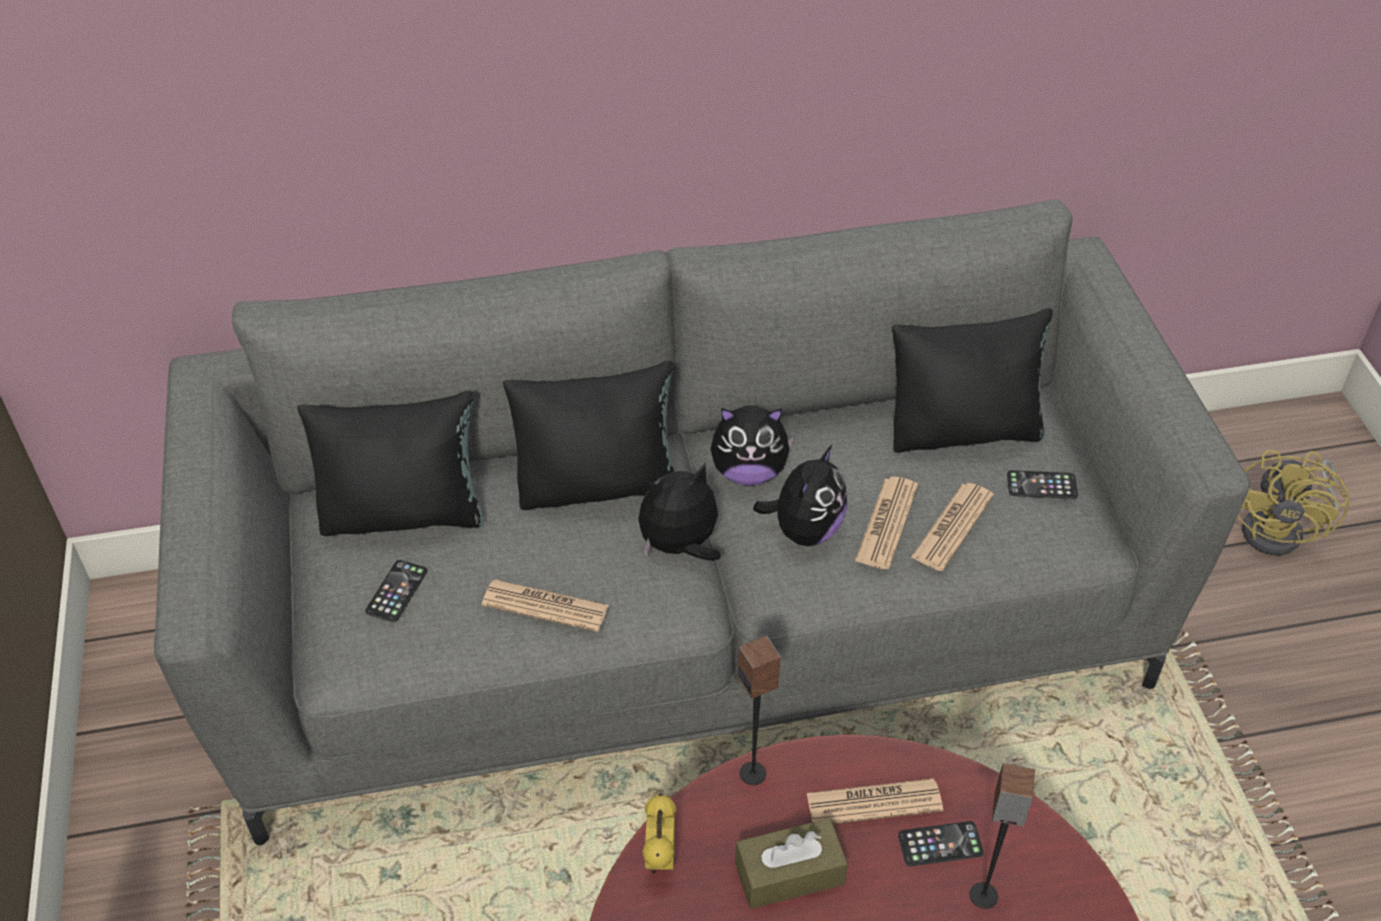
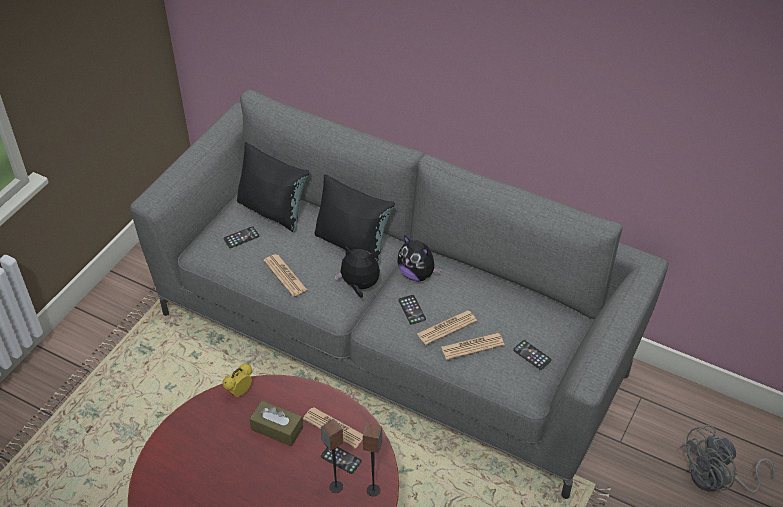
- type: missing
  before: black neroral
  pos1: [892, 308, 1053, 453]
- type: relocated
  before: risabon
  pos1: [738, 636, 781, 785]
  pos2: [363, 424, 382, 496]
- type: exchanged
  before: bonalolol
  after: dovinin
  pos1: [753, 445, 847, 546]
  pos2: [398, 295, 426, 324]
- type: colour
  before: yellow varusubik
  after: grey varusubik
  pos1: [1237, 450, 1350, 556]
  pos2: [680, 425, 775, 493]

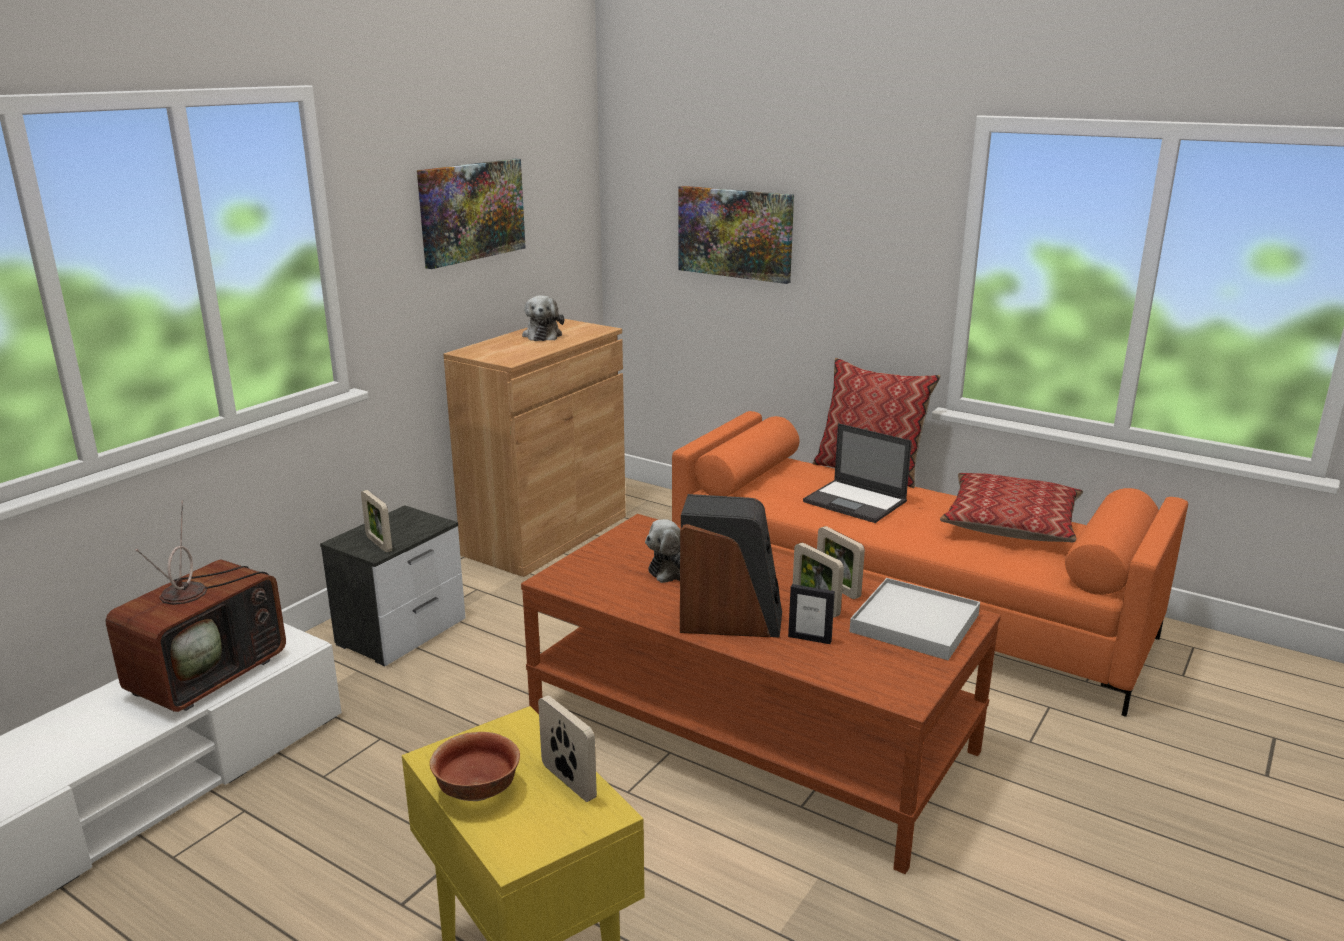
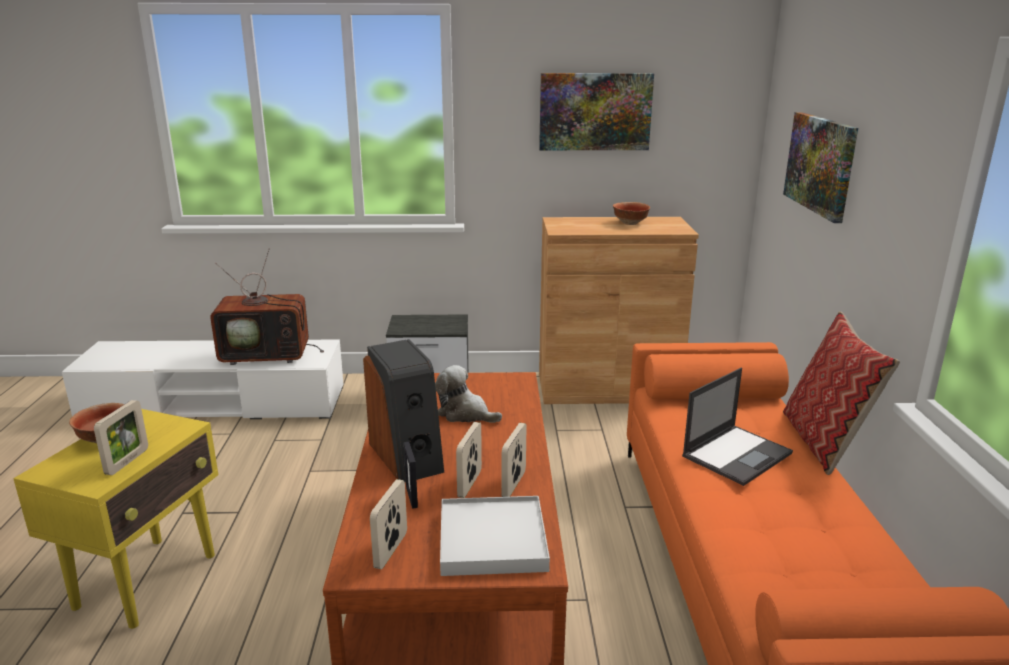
- type: missing
  before: neroral
  pos1: [940, 473, 1083, 542]
- type: relocated
  before: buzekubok
  pos1: [361, 490, 392, 552]
  pos2: [370, 479, 407, 570]
- type: exchanged
  before: bonalolol
  after: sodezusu
  pos1: [522, 295, 564, 341]
  pos2: [613, 202, 650, 225]
- type: spun
  before: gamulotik
  pos1: [803, 423, 912, 523]
  pos2: [682, 368, 793, 486]
  turn: -135

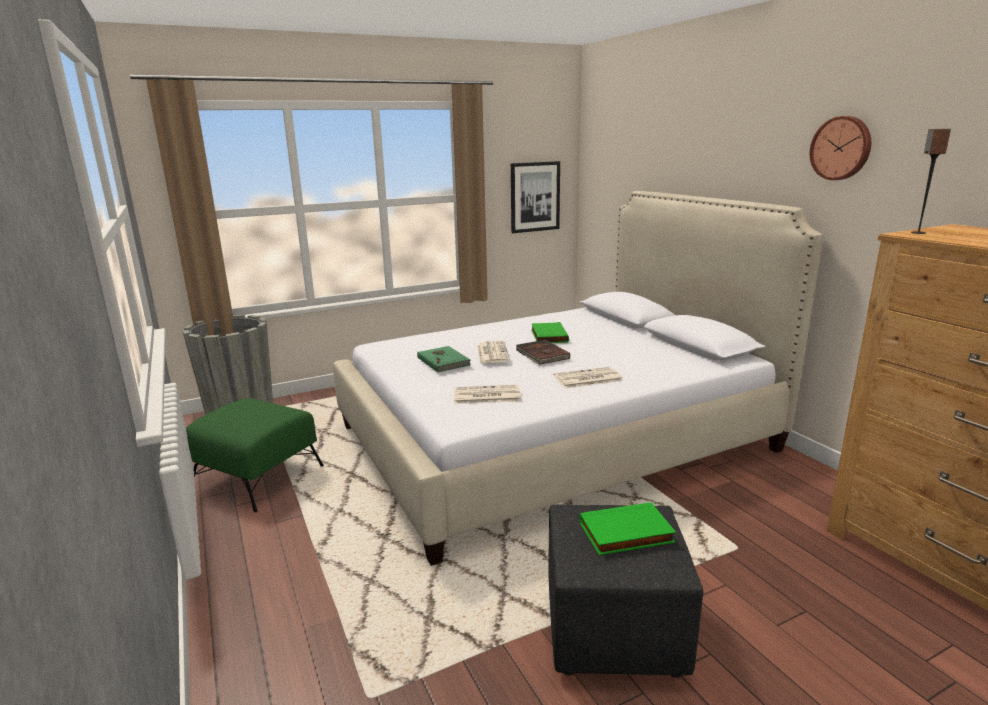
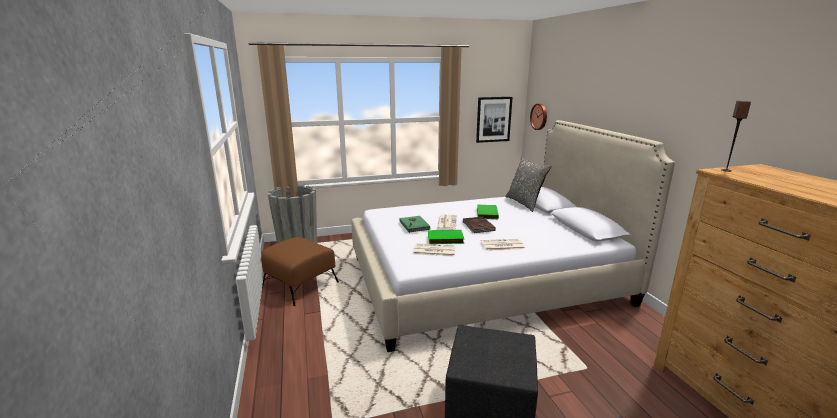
- type: appeared
  after: grey neroral
  pos2: [506, 156, 552, 212]
- type: relocated
  before: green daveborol
  pos1: [580, 502, 676, 555]
  pos2: [428, 230, 464, 244]
- type: relocated
  before: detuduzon
  pos1: [810, 116, 871, 180]
  pos2: [530, 104, 547, 130]
- type: colour
  before: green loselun
  after: brown loselun
  pos1: [186, 398, 324, 512]
  pos2: [261, 237, 339, 306]

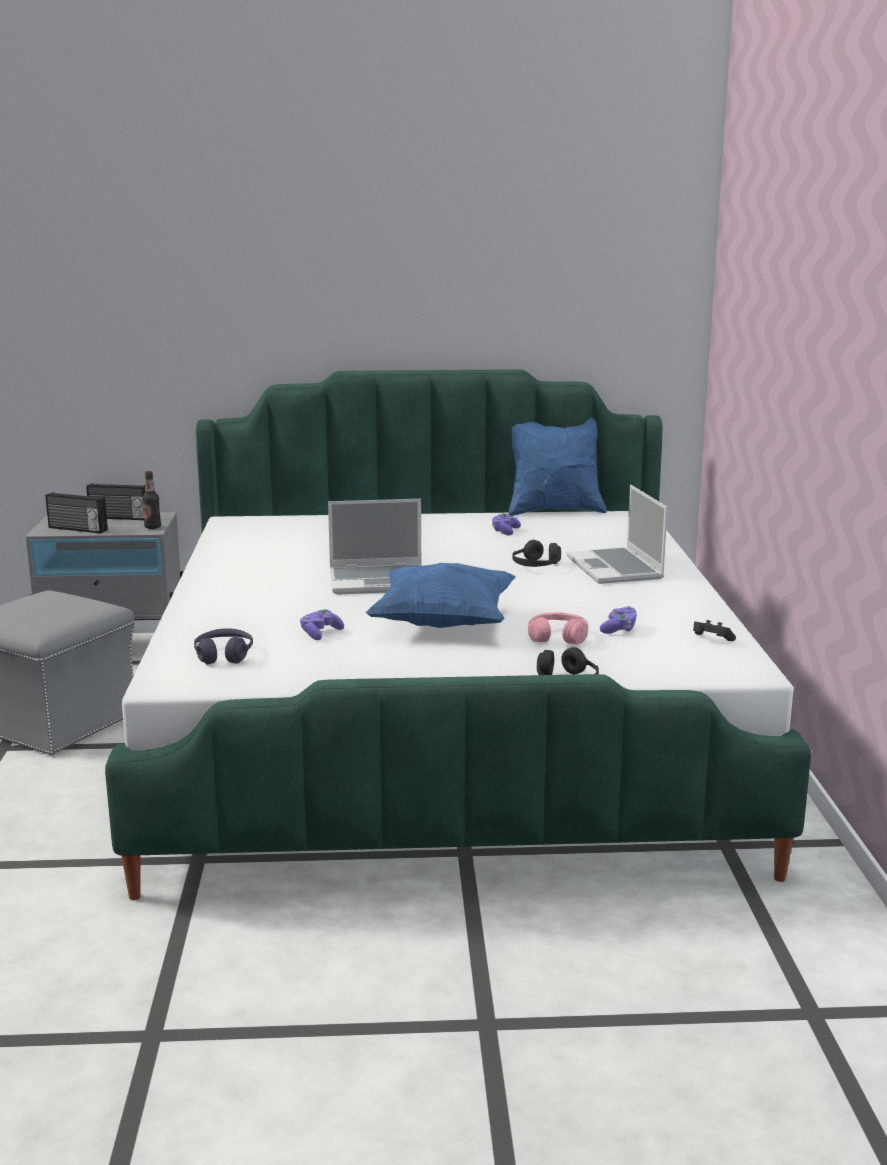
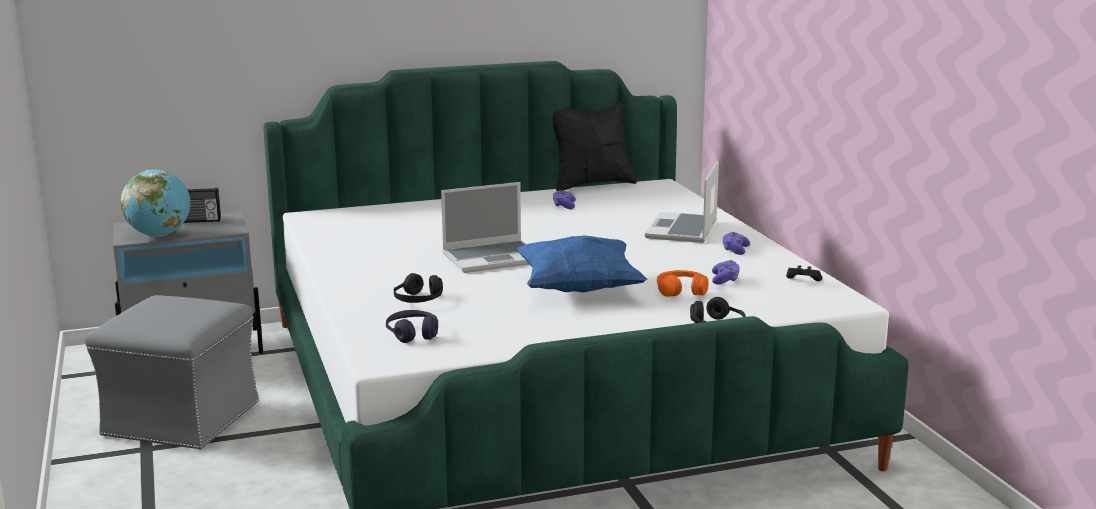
- type: missing
  before: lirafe
  pos1: [142, 471, 161, 529]
- type: relocated
  before: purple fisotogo
  pos1: [300, 609, 344, 640]
  pos2: [722, 232, 750, 255]
- type: relocated
  before: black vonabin
  pos1: [512, 540, 561, 567]
  pos2: [394, 273, 443, 303]
- type: exchanged
  before: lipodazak
  after: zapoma
  pos1: [45, 492, 108, 533]
  pos2: [121, 169, 190, 237]
- type: colour
  before: blue neroral
  after: black neroral
  pos1: [508, 418, 607, 516]
  pos2: [553, 101, 637, 191]
- type: colour
  before: pink vonabin
  after: orange vonabin
  pos1: [528, 612, 588, 645]
  pos2: [657, 270, 709, 297]
- type: spun
  before: gamulotik
  pos1: [567, 485, 668, 584]
  pos2: [645, 161, 719, 243]
  turn: 45

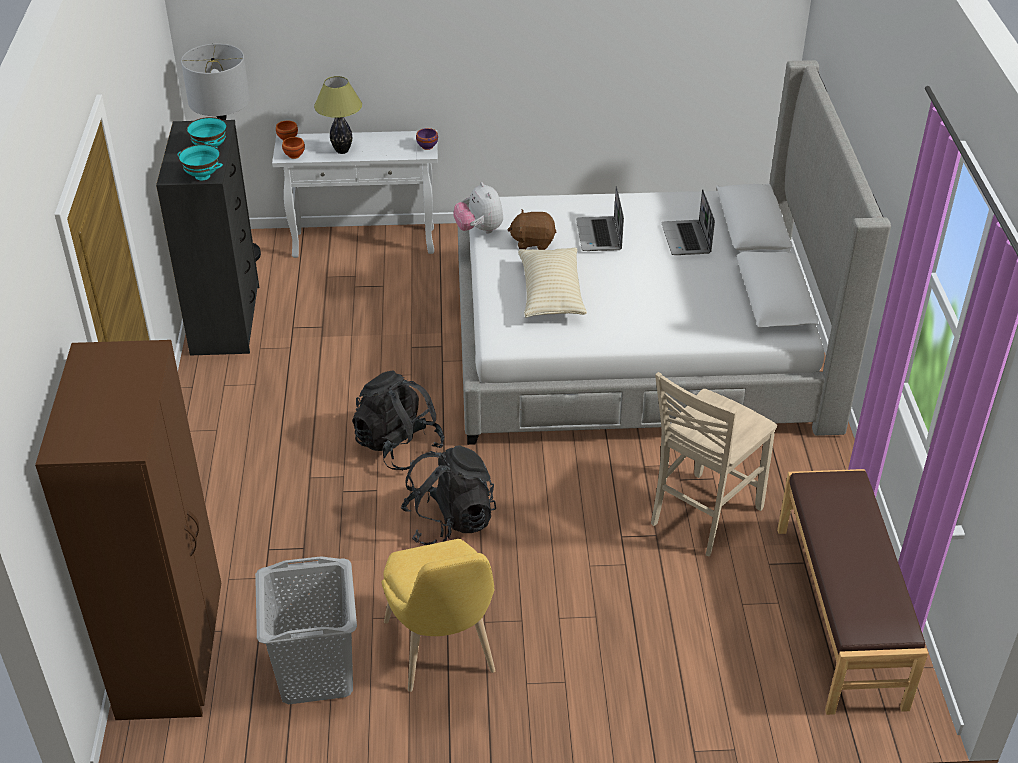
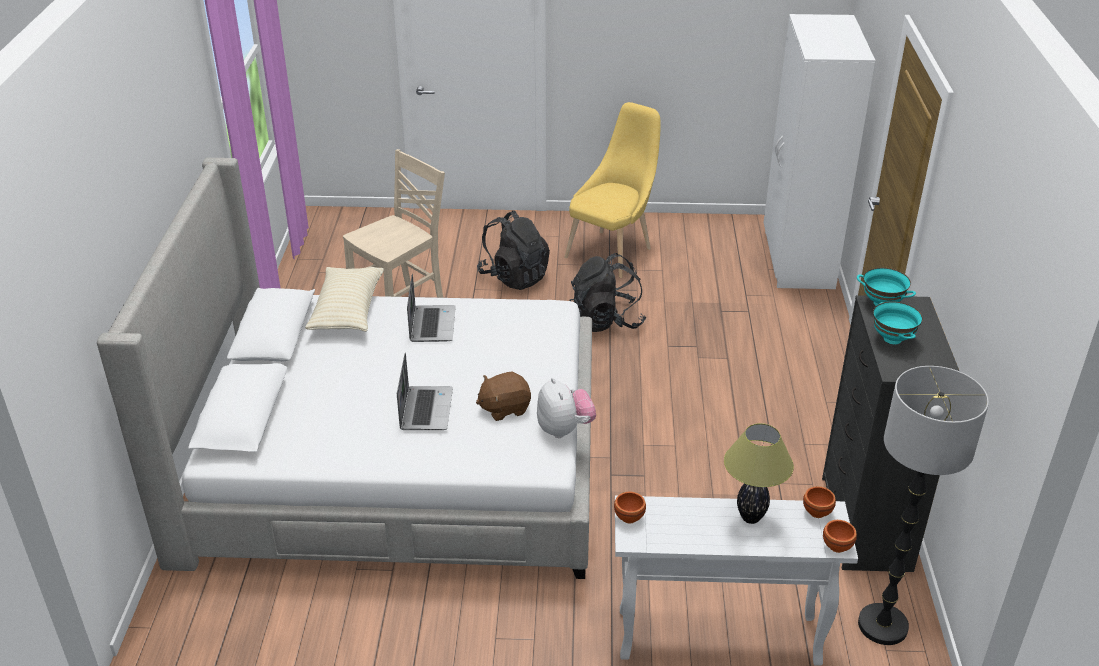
- type: missing
  before: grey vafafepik
  pos1: [255, 556, 357, 704]
- type: missing
  before: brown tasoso
  pos1: [777, 469, 928, 715]
- type: relocated
  before: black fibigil
  pos1: [352, 370, 444, 470]
  pos2: [477, 210, 550, 290]
- type: relocated
  before: beige neroral
  pos1: [518, 248, 587, 318]
  pos2: [305, 267, 384, 332]
- type: relocated
  before: gamulotik
  pos1: [662, 189, 715, 255]
  pos2: [407, 274, 456, 342]
- type: colour
  before: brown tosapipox
  after: white tosapipox
  pos1: [35, 340, 221, 720]
  pos2: [764, 14, 875, 289]
- type: colour
  before: purple sodezusu
  after: brown sodezusu
  pos1: [416, 128, 438, 150]
  pos2: [614, 492, 646, 524]
- type: spun
  before: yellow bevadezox
  pos1: [382, 539, 495, 692]
  pos2: [564, 102, 661, 278]
  turn: 45
- type: spun
  before: brown bonalolol
  pos1: [507, 209, 556, 250]
  pos2: [476, 372, 531, 421]
  turn: 150

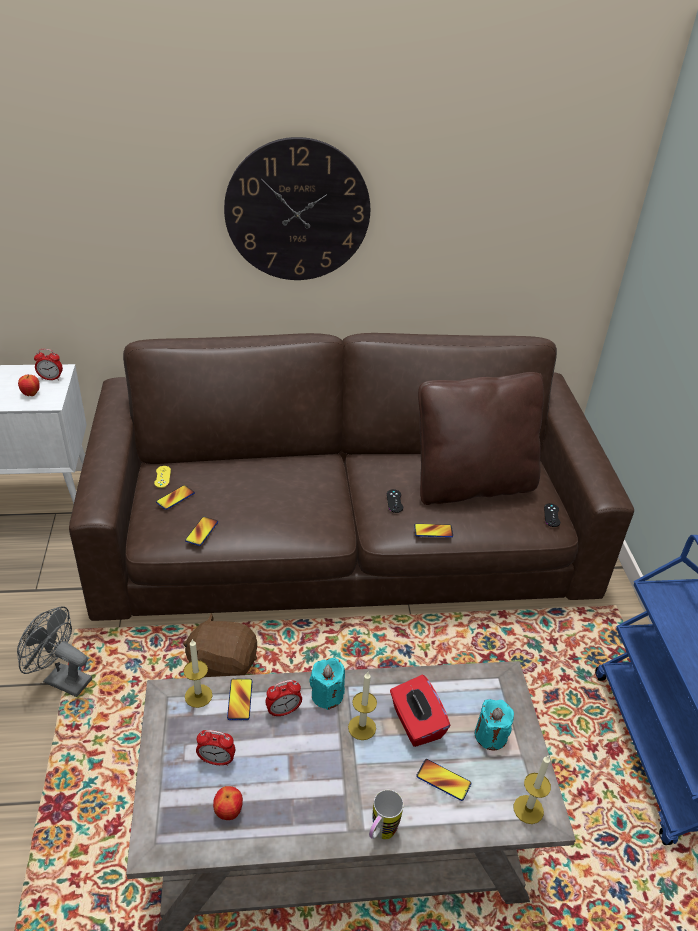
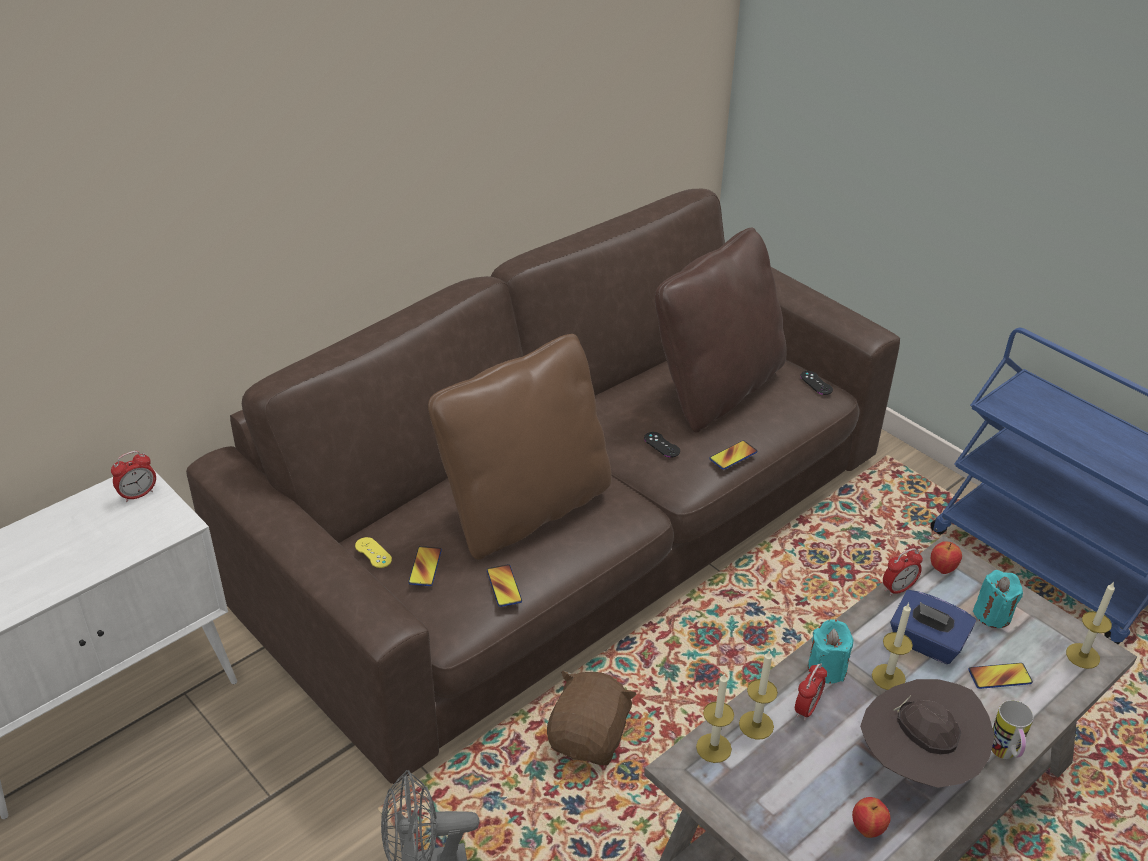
- type: missing
  before: detuduzon
  pos1: [224, 137, 370, 280]
- type: appeared
  after: brown neroral
  pos2: [428, 334, 612, 560]
- type: appeared
  after: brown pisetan
  pos2: [860, 679, 995, 788]
- type: relocated
  before: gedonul
  pos1: [18, 374, 40, 396]
  pos2: [931, 541, 962, 574]
- type: relocated
  before: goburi
  pos1: [196, 730, 235, 766]
  pos2: [883, 548, 923, 596]
- type: exchanged
  before: dovinin
  after: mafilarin
  pos1: [227, 679, 252, 720]
  pos2: [739, 650, 778, 740]
- type: colour
  before: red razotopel
  after: blue razotopel
  pos1: [390, 675, 450, 747]
  pos2: [890, 590, 976, 664]
- type: spun
  before: brown bonalolol
  pos1: [183, 613, 257, 677]
  pos2: [547, 671, 637, 765]
  turn: 135

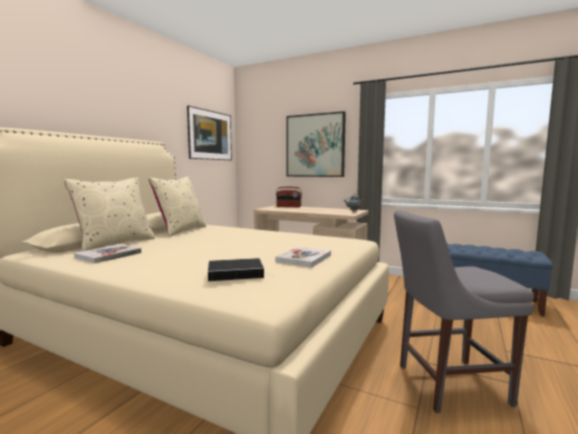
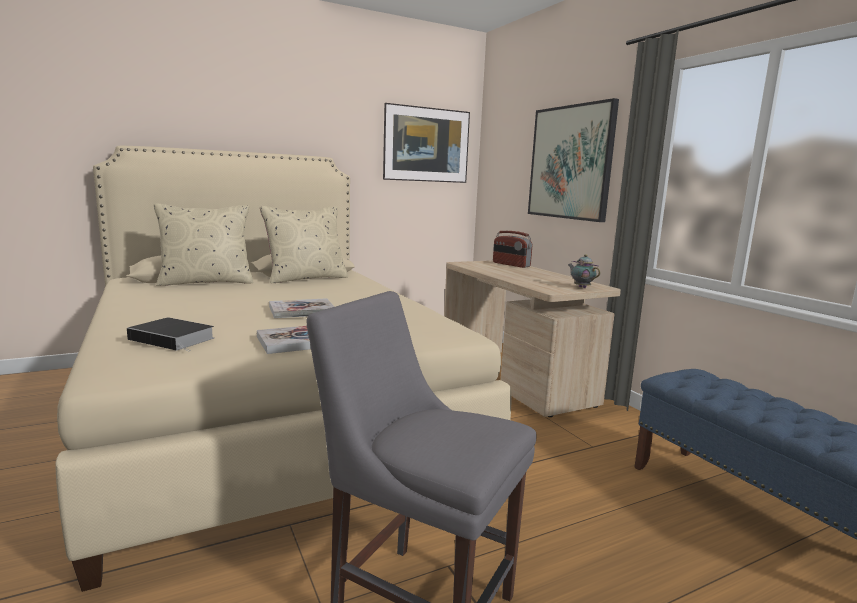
- type: relocated
  before: daveborol
  pos1: [74, 244, 141, 264]
  pos2: [269, 298, 335, 318]

